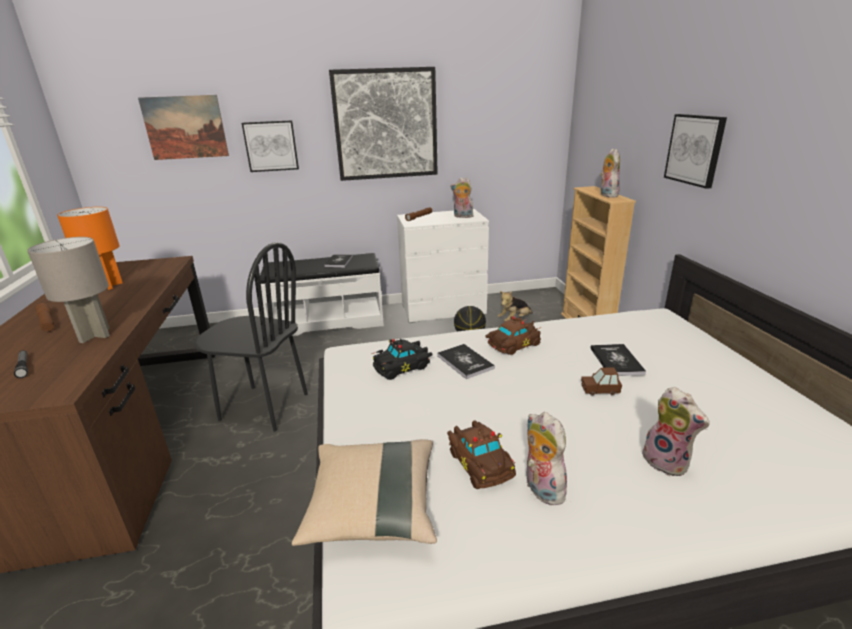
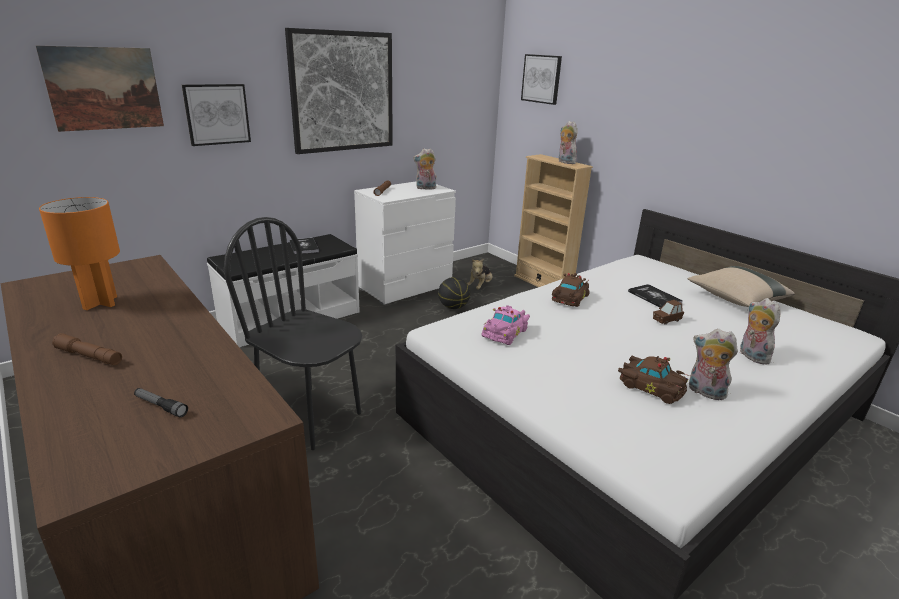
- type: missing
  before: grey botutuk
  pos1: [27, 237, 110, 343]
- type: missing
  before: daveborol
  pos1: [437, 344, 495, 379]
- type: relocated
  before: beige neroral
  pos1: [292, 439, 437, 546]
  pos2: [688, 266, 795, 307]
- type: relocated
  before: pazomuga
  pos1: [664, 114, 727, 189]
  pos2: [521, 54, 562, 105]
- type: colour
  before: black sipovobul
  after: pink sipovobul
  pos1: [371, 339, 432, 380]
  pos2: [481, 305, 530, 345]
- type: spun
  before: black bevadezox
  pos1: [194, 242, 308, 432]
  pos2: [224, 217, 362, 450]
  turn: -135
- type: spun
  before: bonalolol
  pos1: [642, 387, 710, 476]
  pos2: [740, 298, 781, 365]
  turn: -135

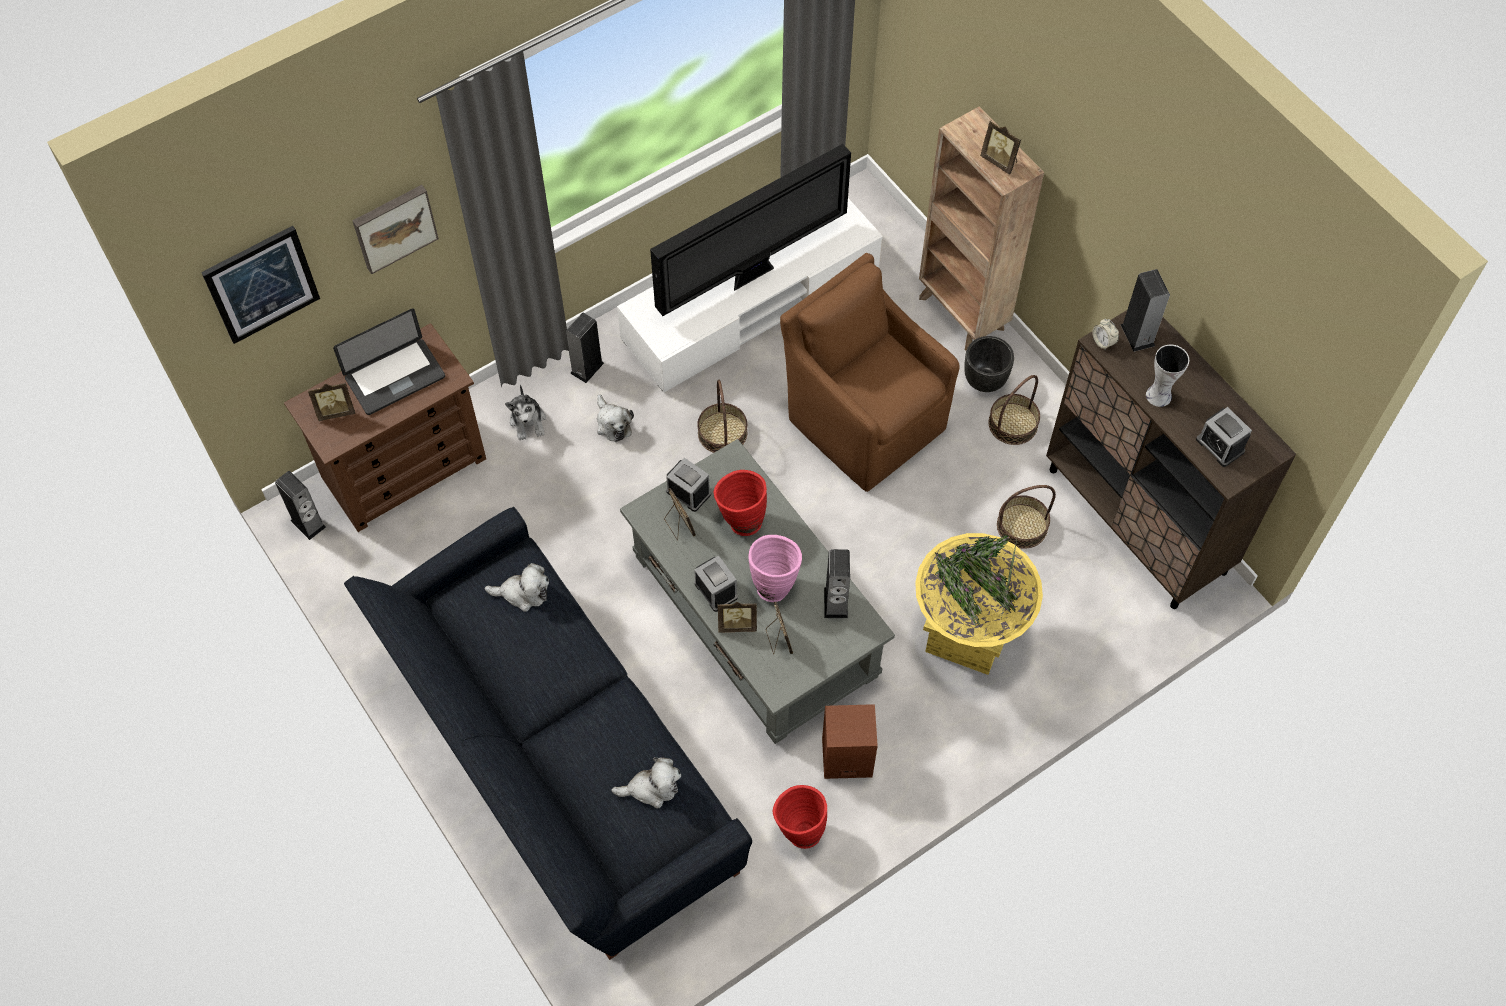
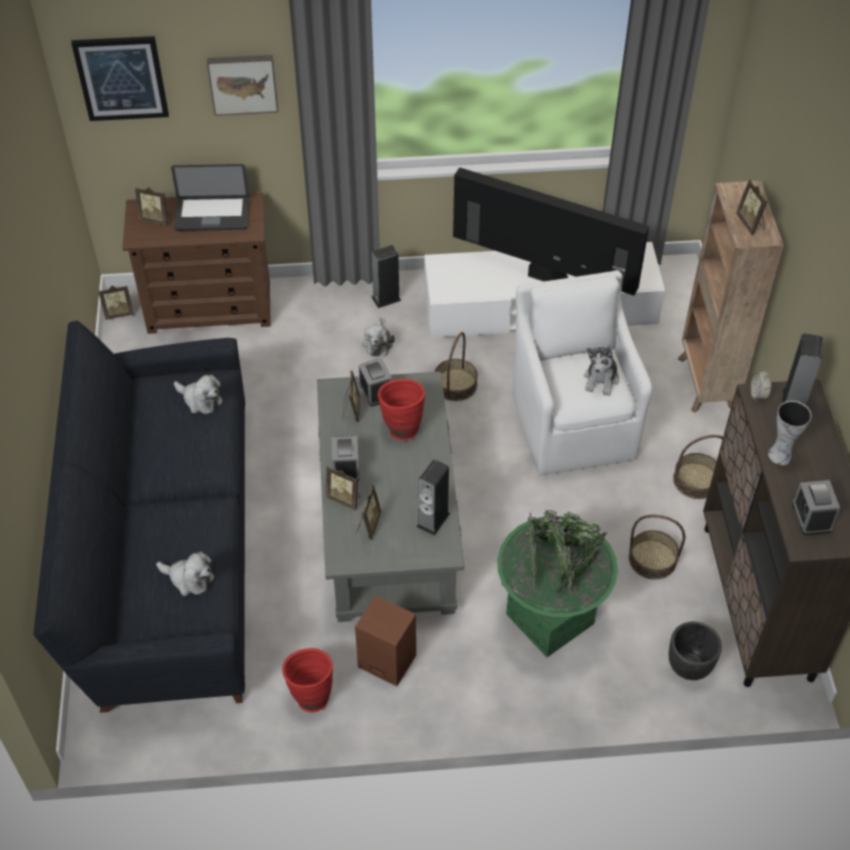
- type: missing
  before: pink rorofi
  pos1: [748, 535, 802, 602]
- type: relocated
  before: bonalolol
  pos1: [505, 385, 546, 440]
  pos2: [584, 345, 619, 396]
- type: relocated
  before: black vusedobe
  pos1: [964, 336, 1014, 392]
  pos2: [669, 621, 722, 680]
- type: exchanged
  before: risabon
  after: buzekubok
  pos1: [275, 471, 326, 540]
  pos2: [98, 286, 134, 320]
- type: colour
  before: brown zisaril
  after: white zisaril
  pos1: [780, 253, 959, 492]
  pos2: [513, 270, 652, 475]
- type: colour
  before: yellow vusedobe
  after: green vusedobe
  pos1: [915, 533, 1043, 675]
  pos2: [497, 510, 618, 657]
- type: spun
  before: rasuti
  pos1: [650, 144, 851, 316]
  pos2: [453, 167, 649, 296]
  turn: -150

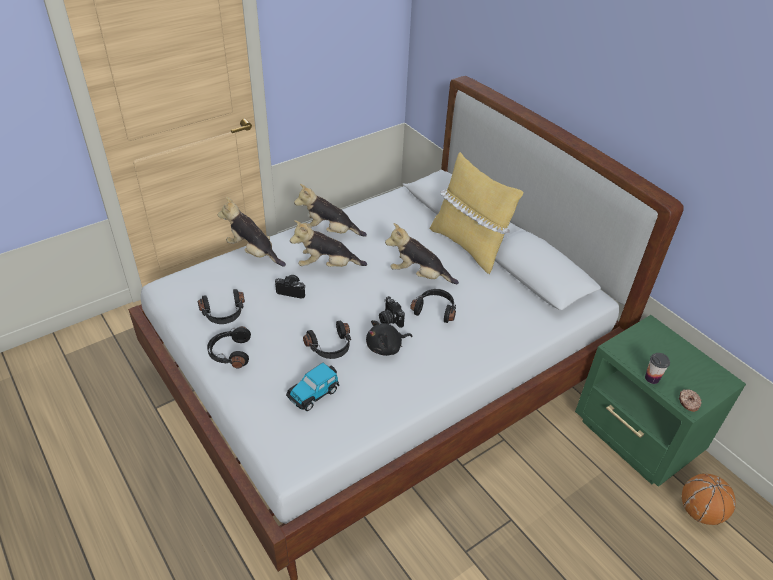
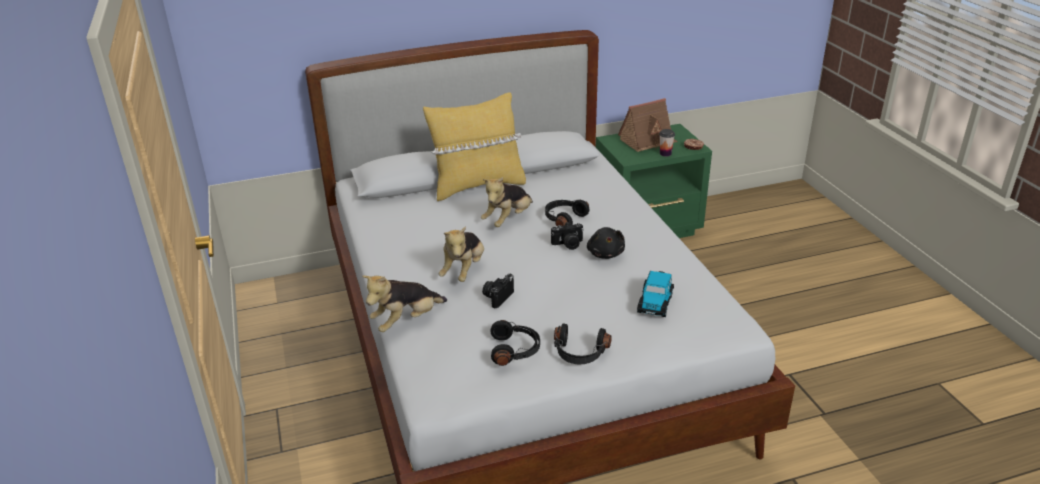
- type: missing
  before: bonalolol
  pos1: [294, 184, 367, 237]
- type: missing
  before: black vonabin
  pos1: [303, 321, 351, 359]
- type: missing
  before: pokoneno
  pos1: [682, 474, 736, 525]
- type: appeared
  after: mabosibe
  pos2: [618, 98, 678, 152]
- type: spun
  before: sipovobul
  pos1: [286, 362, 340, 411]
  pos2: [637, 271, 674, 317]
  turn: 45

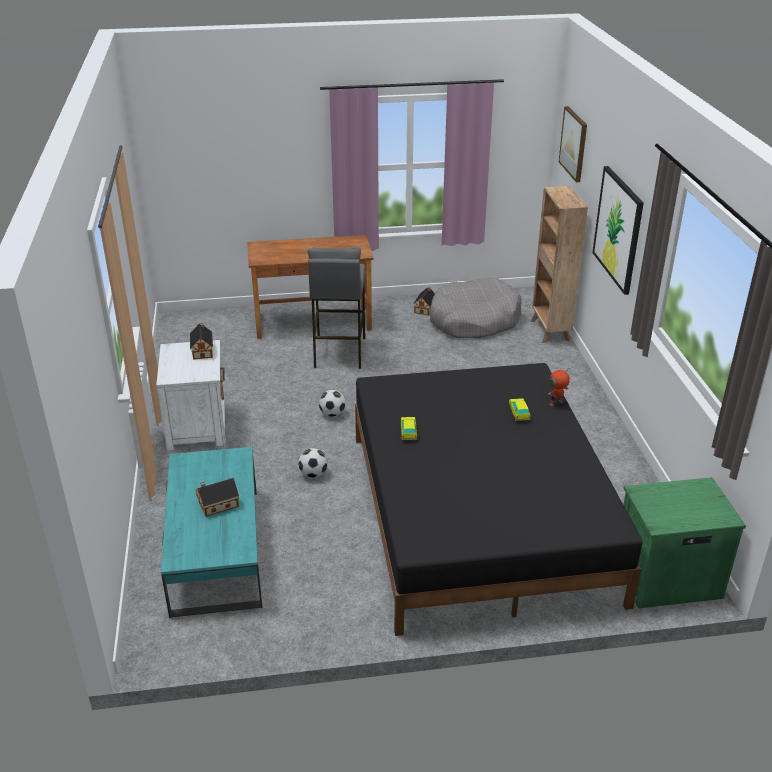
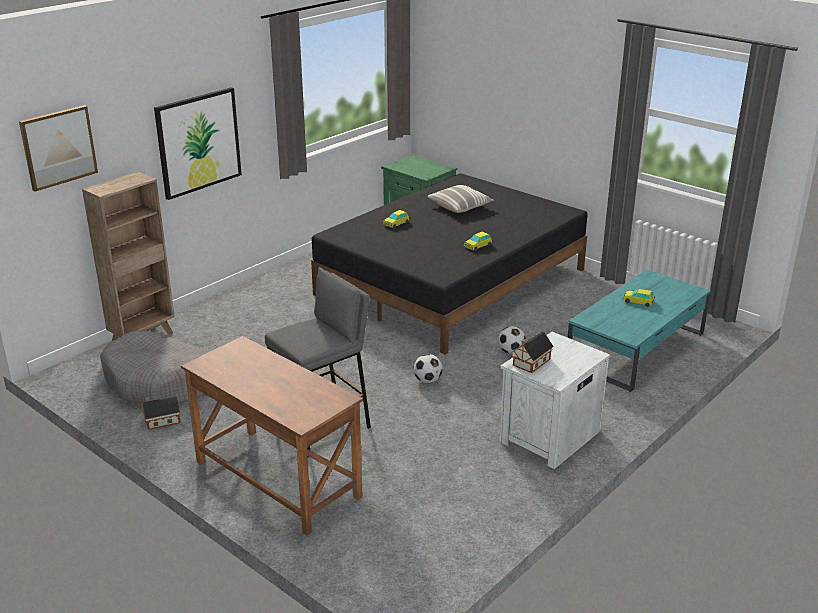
- type: missing
  before: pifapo
  pos1: [548, 367, 571, 406]
- type: appeared
  after: neroral
  pos2: [427, 185, 494, 213]
- type: exchanged
  before: mabosibe
  after: sipovobul
  pos1: [196, 478, 239, 517]
  pos2: [623, 289, 655, 307]

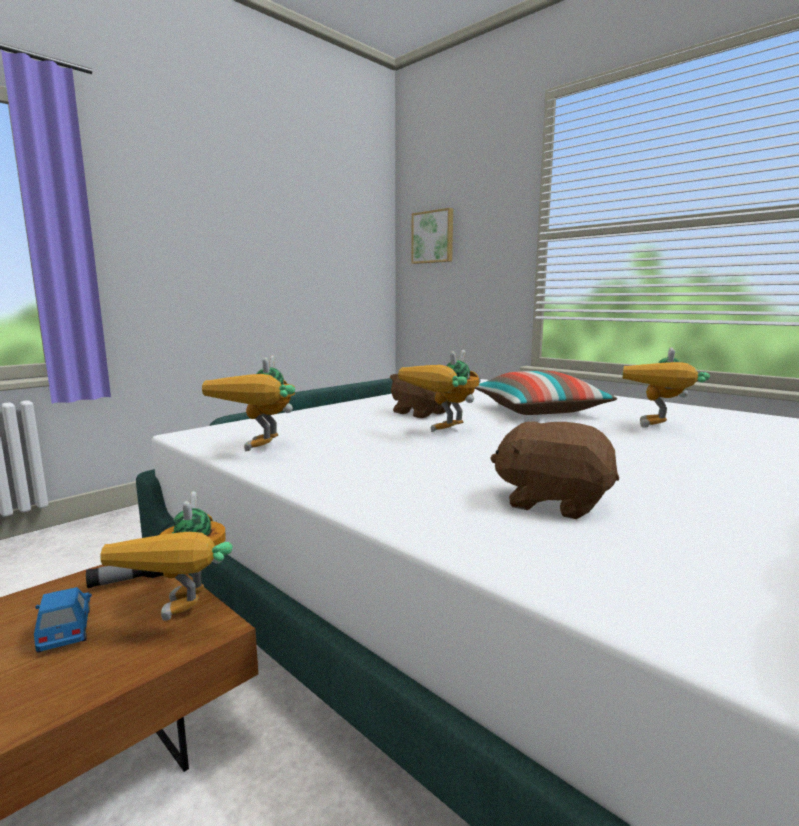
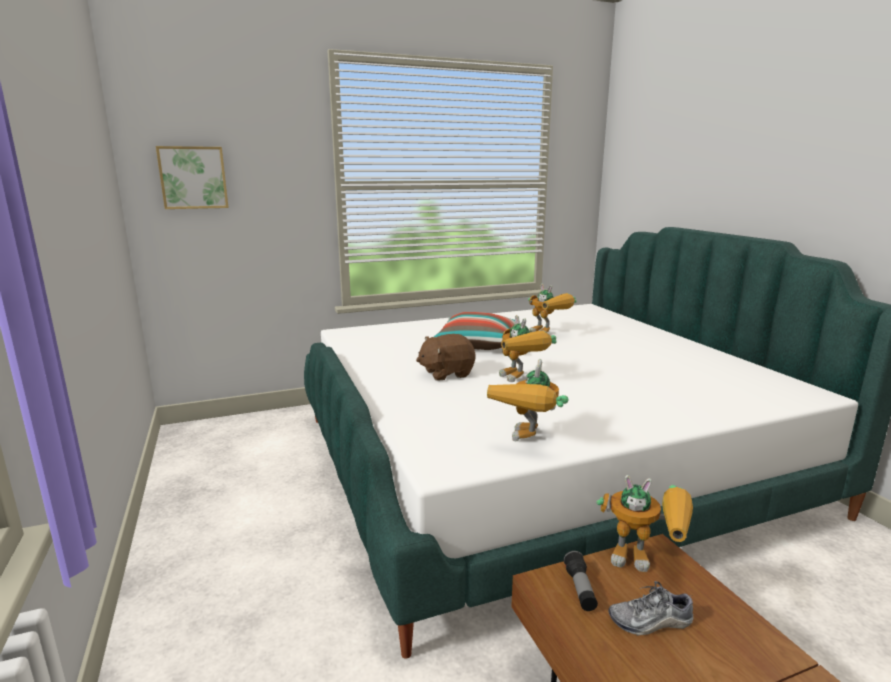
- type: missing
  before: brown bonalolol
  pos1: [491, 421, 619, 519]
- type: exchanged
  before: blue sipovobul
  after: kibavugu
  pos1: [34, 587, 92, 652]
  pos2: [608, 581, 694, 636]
- type: spun
  before: pifapo
  pos1: [202, 355, 295, 451]
  pos2: [487, 359, 568, 441]
  turn: 75

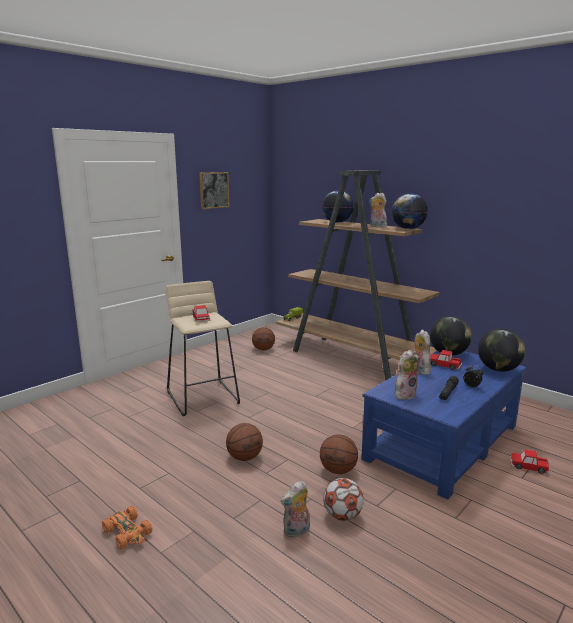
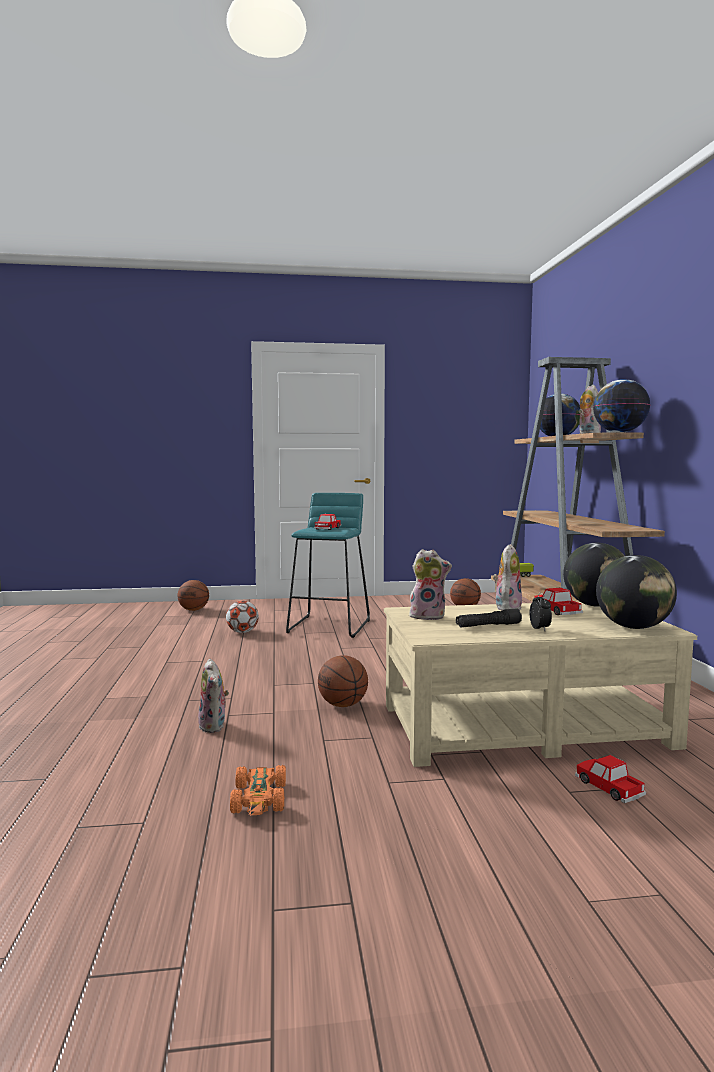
- type: missing
  before: pazomuga
  pos1: [199, 172, 229, 209]
- type: relocated
  before: orange sipovobul
  pos1: [102, 506, 152, 549]
  pos2: [230, 765, 286, 815]
- type: relocated
  before: pokoneno
  pos1: [226, 423, 263, 461]
  pos2: [178, 580, 209, 611]
- type: relocated
  before: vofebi
  pos1: [323, 478, 364, 521]
  pos2: [226, 601, 259, 633]
- type: colour
  before: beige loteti
  after: turquoise loteti
  pos1: [166, 281, 240, 416]
  pos2: [286, 493, 370, 638]
- type: colour
  before: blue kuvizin
  after: beige kuvizin
  pos1: [361, 351, 526, 500]
  pos2: [384, 602, 697, 767]
- type: spun
  before: bonalolol
  pos1: [281, 481, 310, 538]
  pos2: [198, 659, 229, 733]
  turn: -120

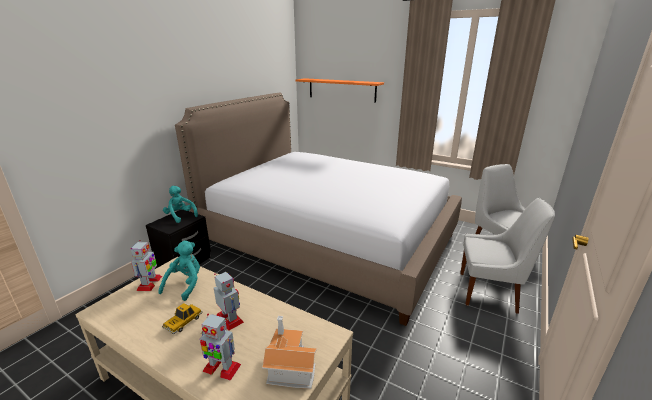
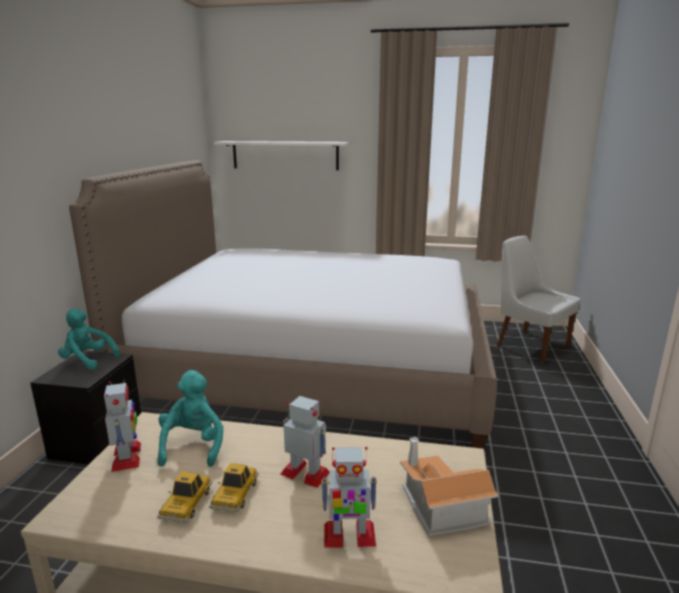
- type: missing
  before: white bevadezox
  pos1: [460, 198, 555, 314]
- type: appeared
  after: sipovobul
  pos2: [157, 471, 213, 523]
- type: colour
  before: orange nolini
  after: white nolini
  pos1: [296, 78, 384, 102]
  pos2: [214, 141, 349, 170]

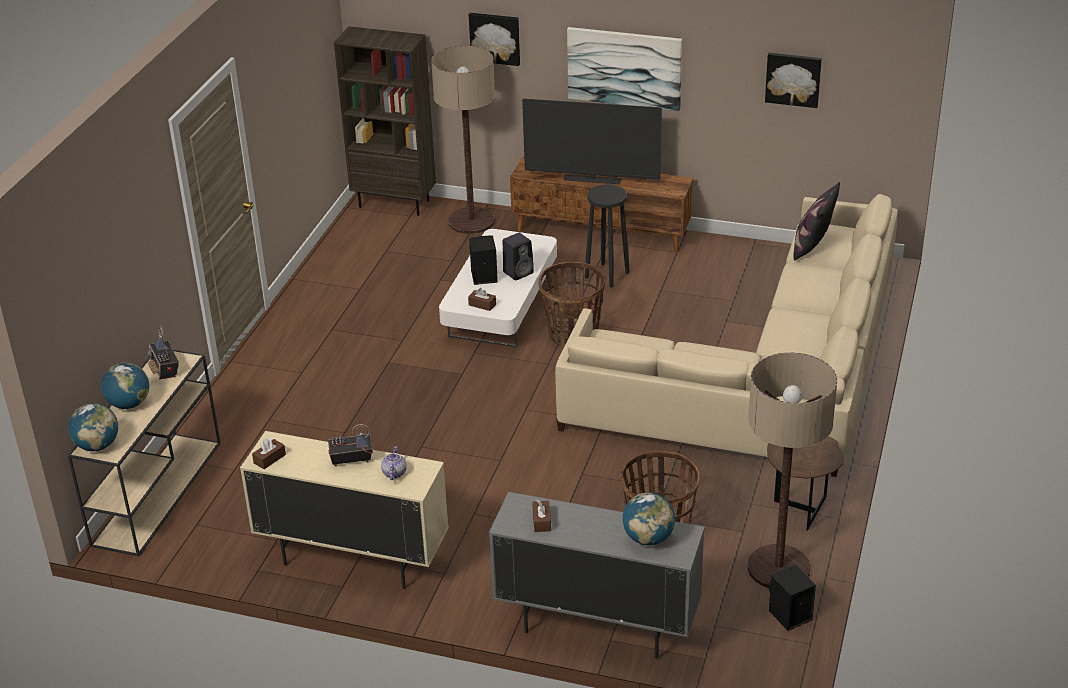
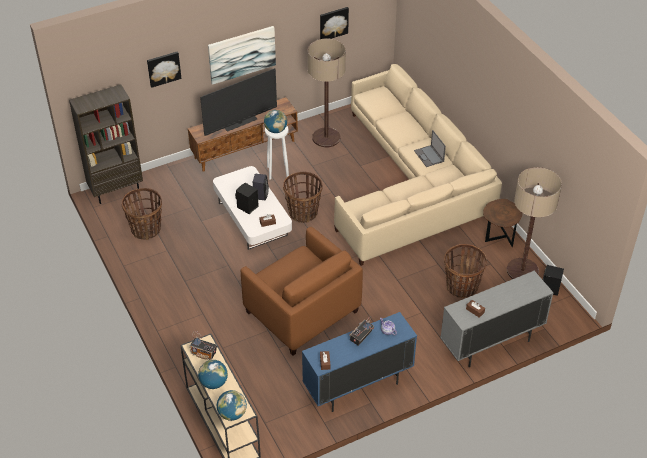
- type: missing
  before: neroral
  pos1: [794, 182, 840, 260]
- type: appeared
  after: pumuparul
  pos2: [122, 188, 162, 240]
- type: appeared
  after: brown zisaril
  pos2: [241, 227, 363, 356]
- type: appeared
  after: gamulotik
  pos2: [414, 130, 446, 167]
- type: relocated
  before: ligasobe
  pos1: [431, 46, 495, 234]
  pos2: [308, 39, 346, 147]
- type: relocated
  before: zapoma
  pos1: [622, 493, 675, 545]
  pos2: [264, 110, 287, 133]
- type: colour
  before: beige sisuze
  after: blue sisuze
  pos1: [240, 431, 449, 589]
  pos2: [302, 312, 417, 412]
- type: colour
  before: black loteti
  after: white loteti
  pos1: [585, 184, 630, 288]
  pos2: [265, 126, 289, 180]

